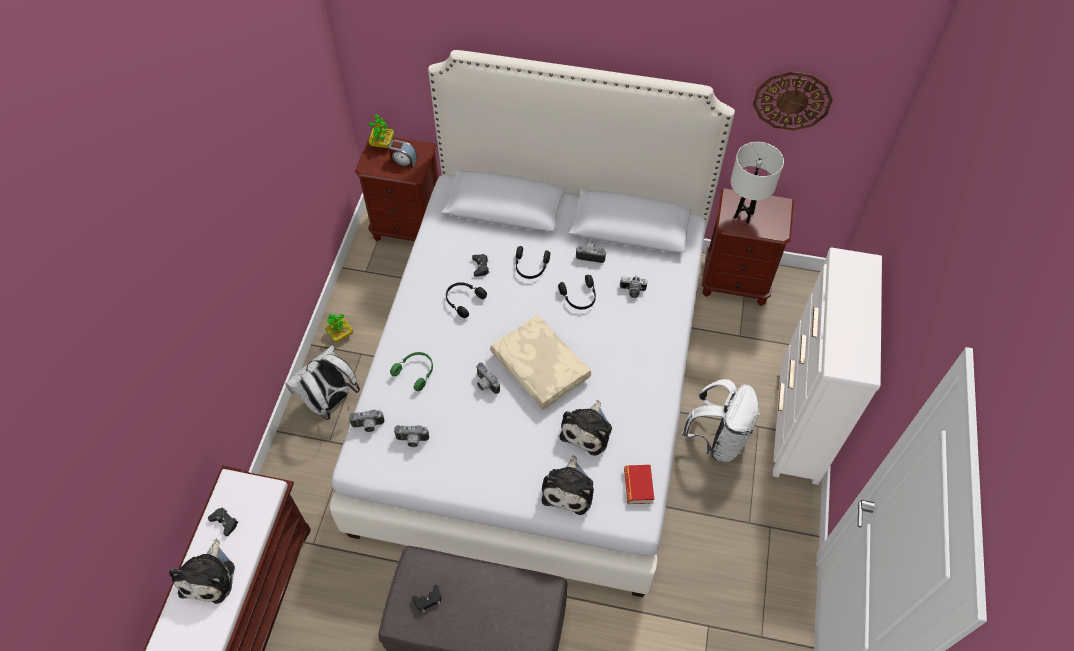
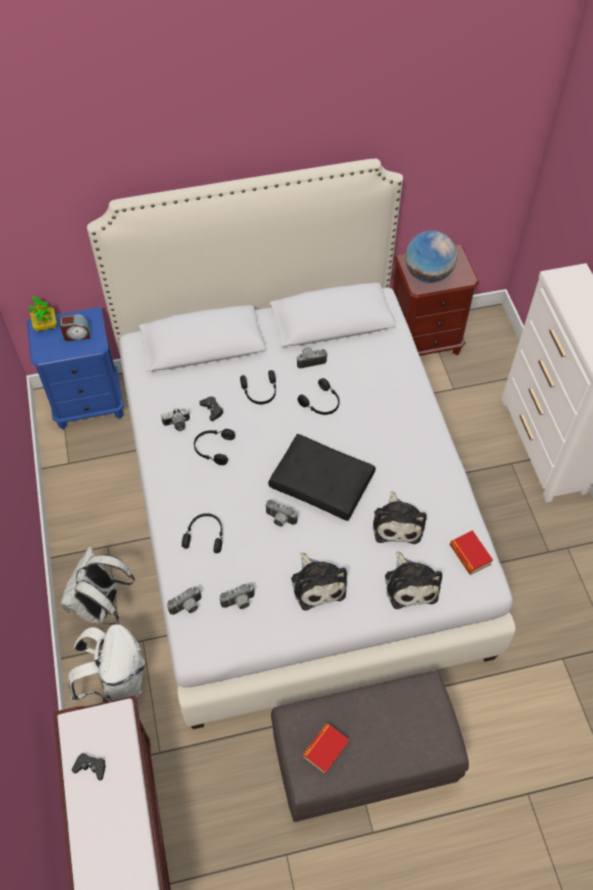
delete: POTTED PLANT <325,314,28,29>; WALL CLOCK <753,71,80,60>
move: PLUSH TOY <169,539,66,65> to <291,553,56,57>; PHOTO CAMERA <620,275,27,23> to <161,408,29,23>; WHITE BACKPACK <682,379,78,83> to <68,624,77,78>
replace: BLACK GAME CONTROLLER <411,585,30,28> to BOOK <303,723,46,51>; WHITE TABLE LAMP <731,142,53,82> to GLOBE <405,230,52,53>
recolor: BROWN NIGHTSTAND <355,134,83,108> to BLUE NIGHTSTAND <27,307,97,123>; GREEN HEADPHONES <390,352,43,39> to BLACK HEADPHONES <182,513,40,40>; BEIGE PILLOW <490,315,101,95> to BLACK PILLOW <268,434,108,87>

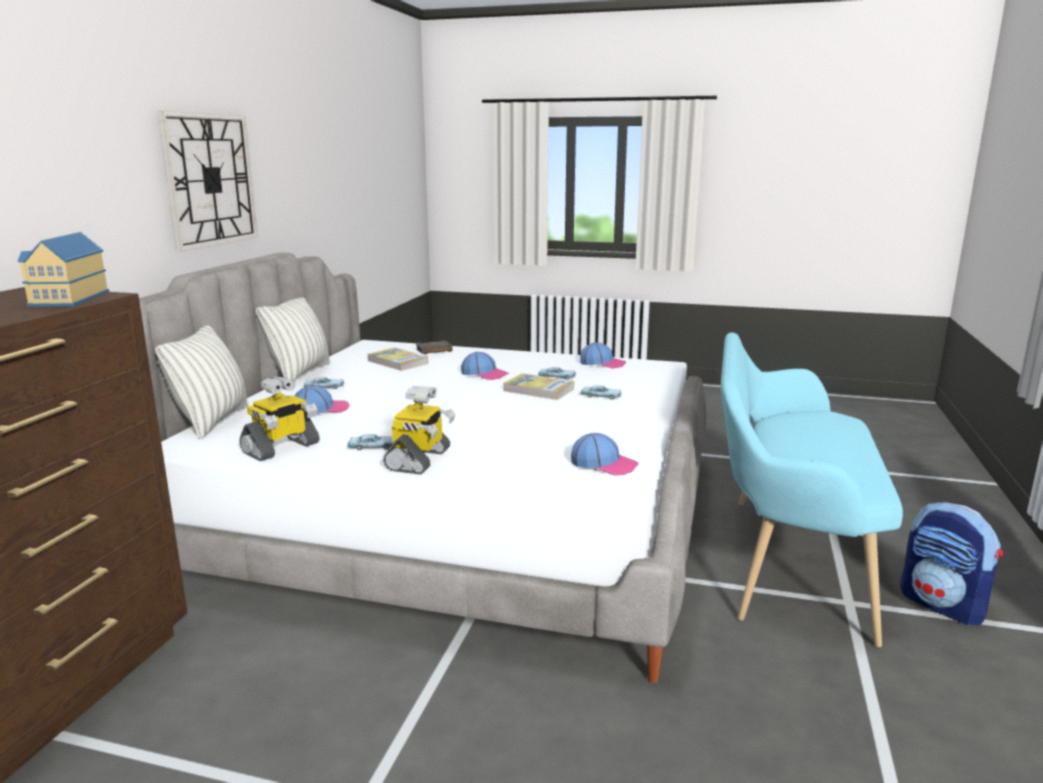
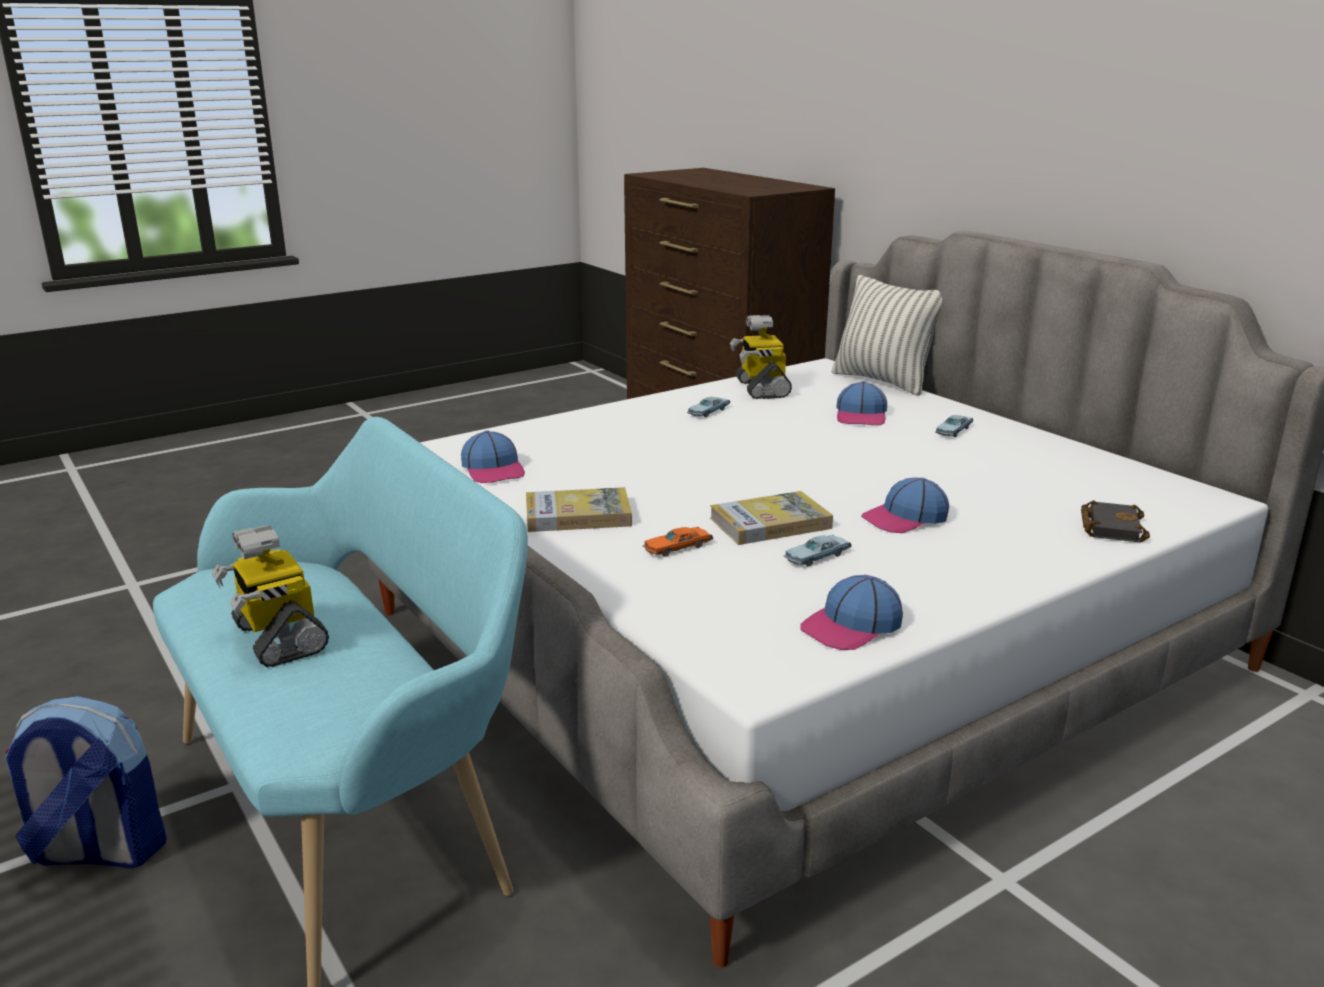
delete: TOY HOUSE <18,232,91,75>; WALL CLOCK <157,111,101,141>; PILLOW <256,297,75,84>
move: BOOK <368,348,60,23> to <526,487,106,45>; TOY ROBOT <383,386,72,88> to <212,525,117,142>
recolor: BLUE TOY CAR <580,385,42,15> to ORANGE TOY CAR <643,527,70,30>
rotate: CAP <571,433,68,42> = <461,431,64,52> 90 degrees counterclockwise

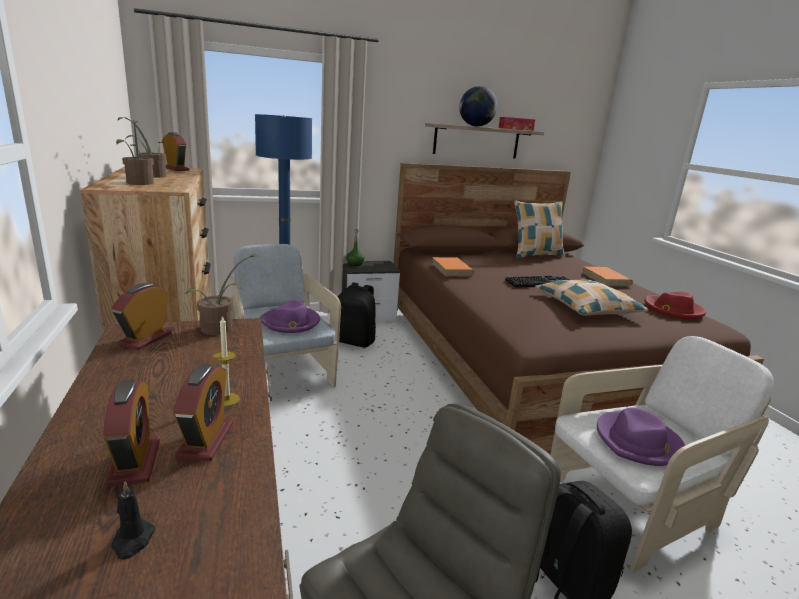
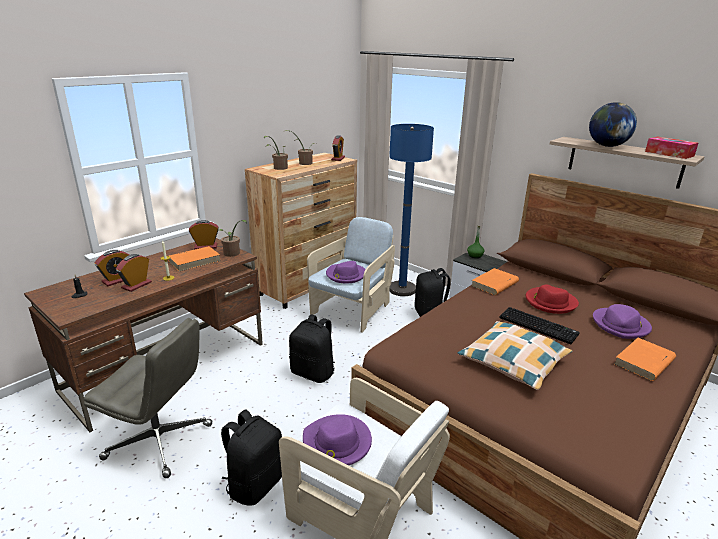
delete: PILLOW <514,201,51,58>
insert: ORANGE BOOK <168,246,53,25>; BLACK BACKPACK <289,314,46,69>; PURPLE HAT <593,304,59,35>
move: RED HAT <645,291,61,29> to <526,285,53,29>
rotate: ALARM CLOCK <173,364,60,97> = <116,254,36,38> 150 degrees clockwise

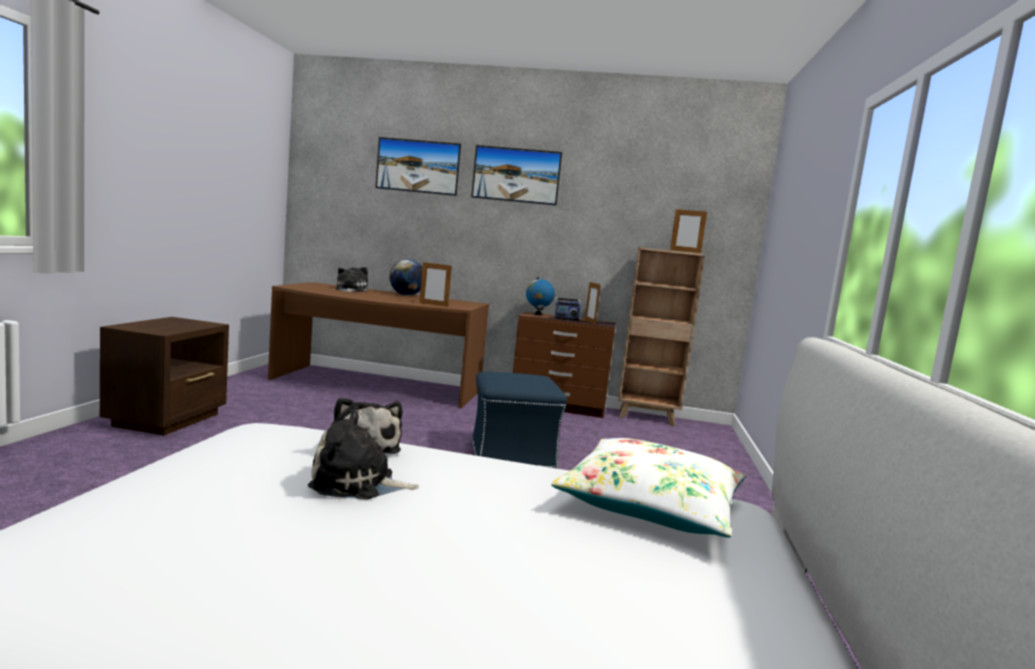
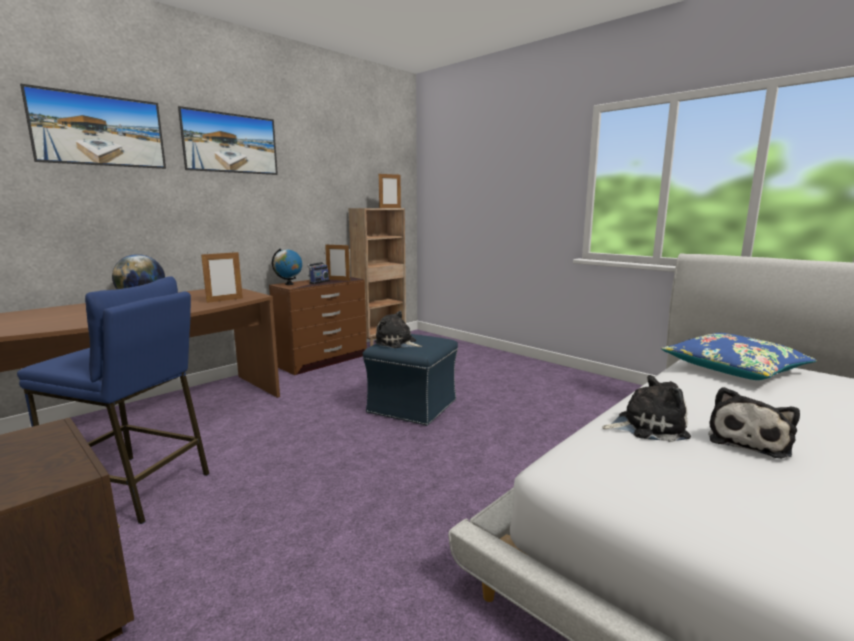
insert: BLUE STOOL <17,276,193,248>
move: PLUSH TOY <336,267,32,25> to <374,311,48,37>
recolor: WHITE PILLOW <551,438,194,99> to BLUE PILLOW <661,333,156,47>

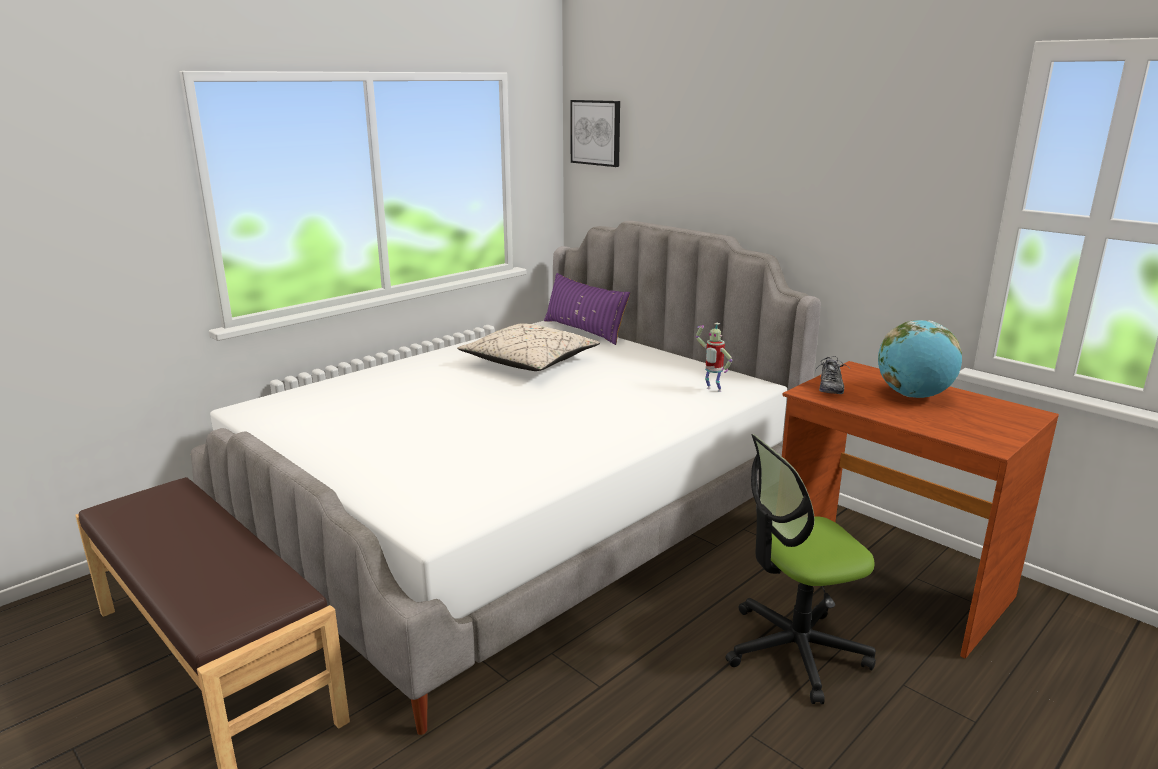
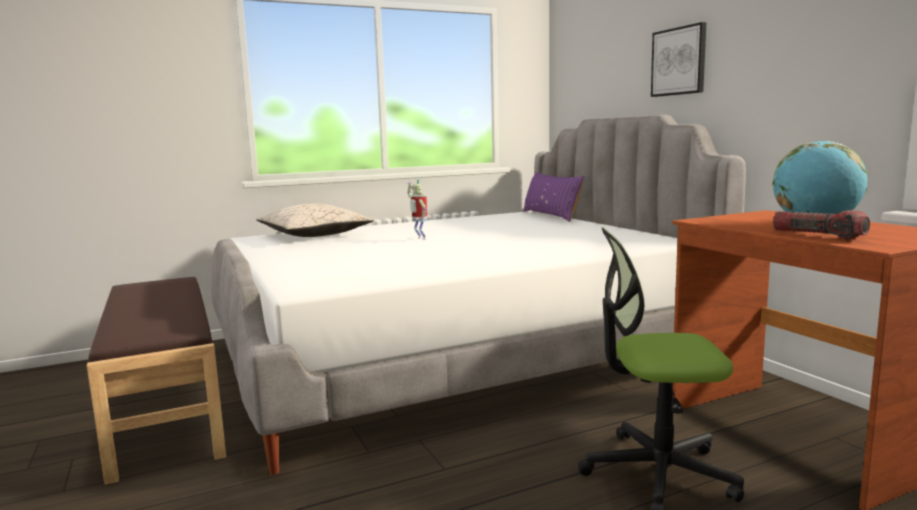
delete: SHOE <815,356,33,38>
insert: FLASHLIGHT <773,210,97,29>
move: BEIGE PILLOW <457,323,143,48> to <256,203,118,34>; PICTURE <570,100,50,67> to <651,22,55,75>; TOY ROBOT <696,323,36,69> to <407,179,20,61>

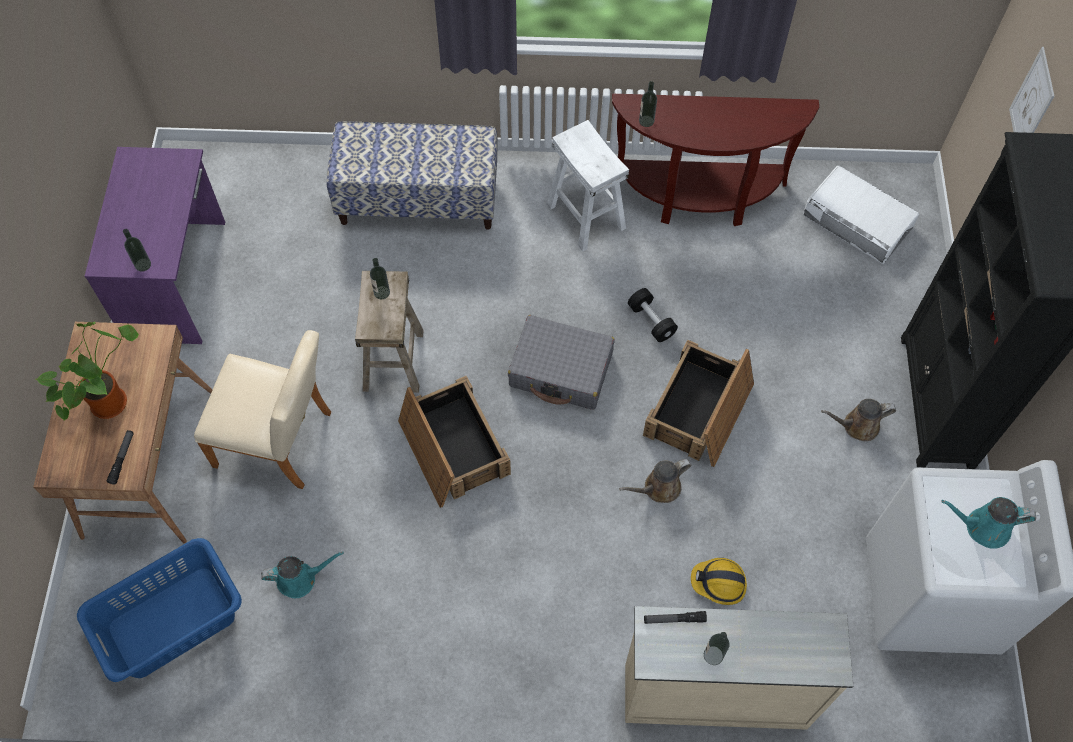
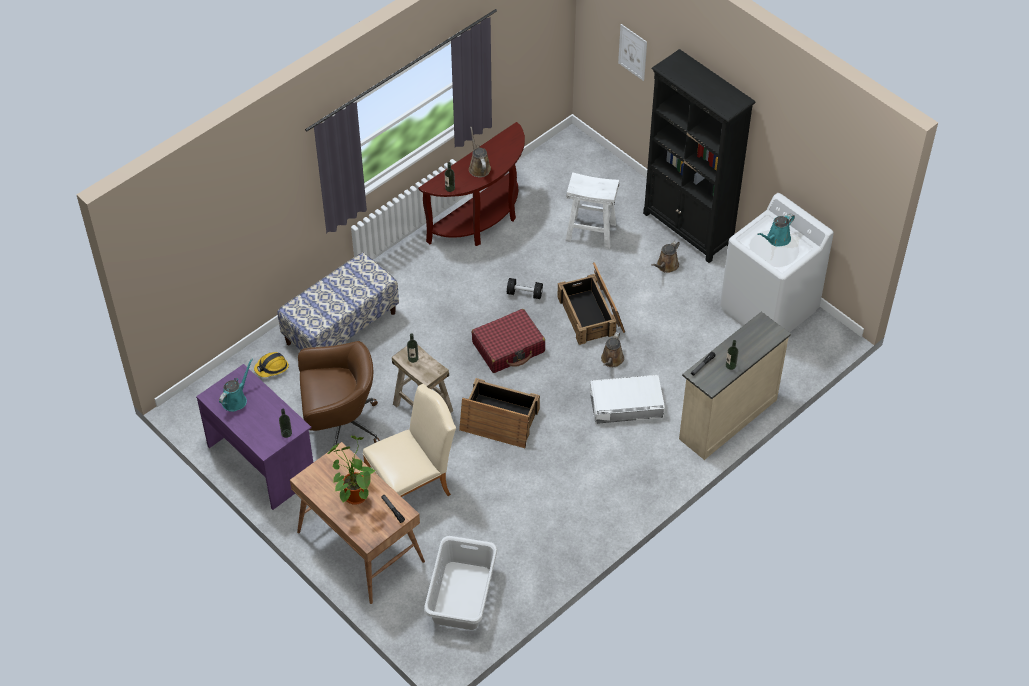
insert: BROWN OFFICE CHAIR <298,341,82,105>; BROWN WATERING CAN <469,127,22,50>
move: TURQUOISE WATERING CAN <261,552,83,46> to <219,358,34,54>; WHITE STOOL <547,120,82,132> to <566,172,53,77>; HARD HAT <691,558,56,47> to <254,352,35,25>; WHITE STORAGE BOX <803,166,116,98> to <590,375,75,49>
recolor: BLUE LAUNDRY BASKET <77,538,165,144> to GREY LAUNDRY BASKET <424,536,73,94>; GREY SUITCASE <508,315,107,95> to RED SUITCASE <472,309,73,64>

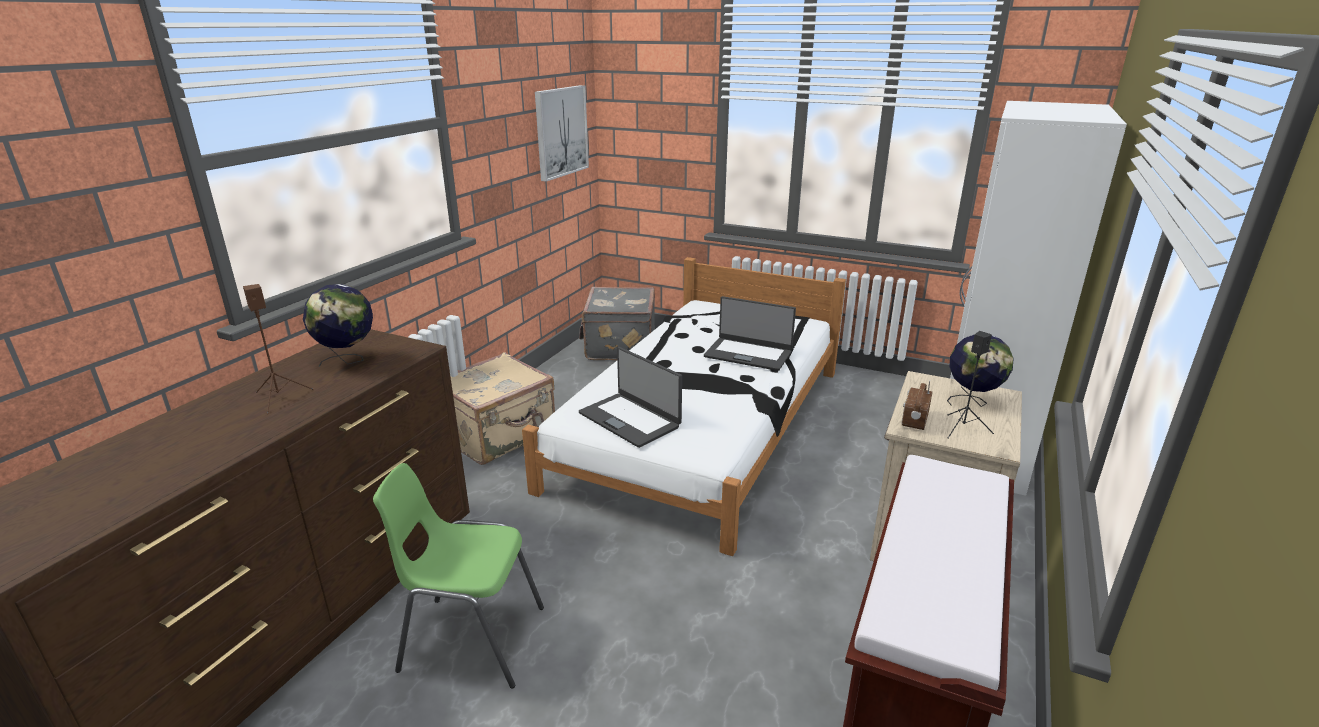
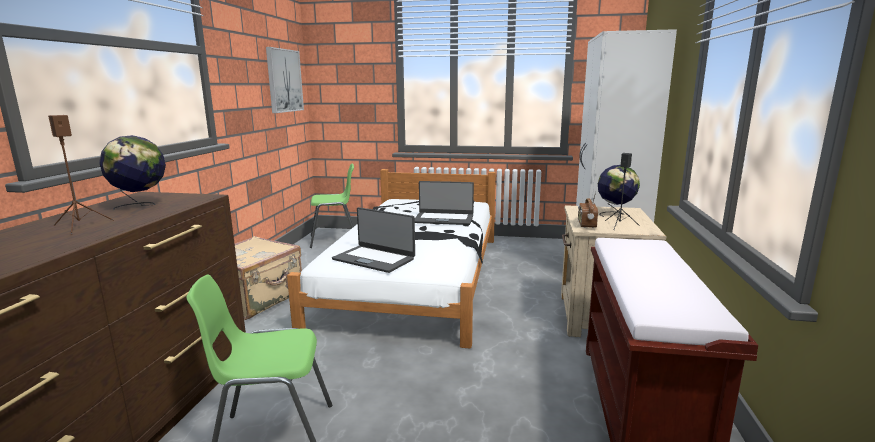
replace: GREY SUITCASE <579,287,76,73> to GREEN CHAIR <310,164,44,84>

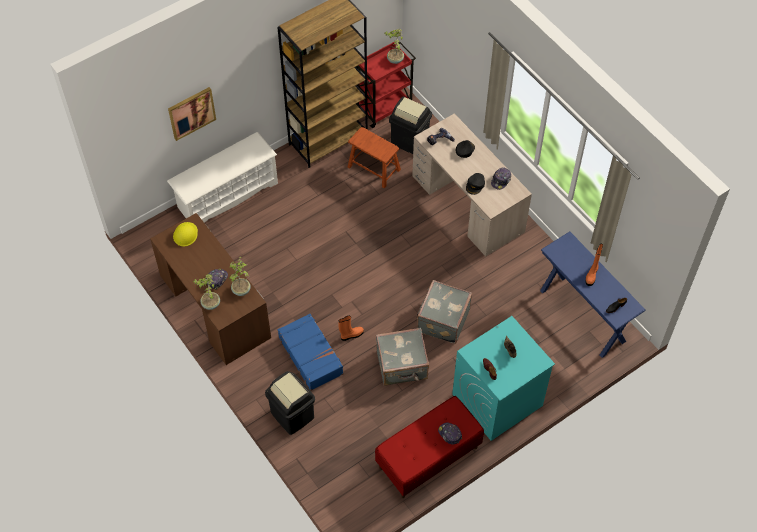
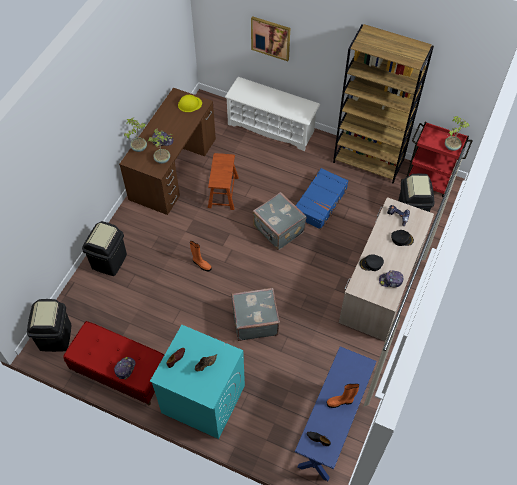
insert: BLACK TRASH CAN <27,299,45,53>
move: BLUE SUITCASE <277,314,66,77> to <296,168,53,62>; BROWN STOOL <348,127,53,61> to <208,153,31,57>; GREY SUITCASE <376,328,53,58> to <253,192,53,58>

